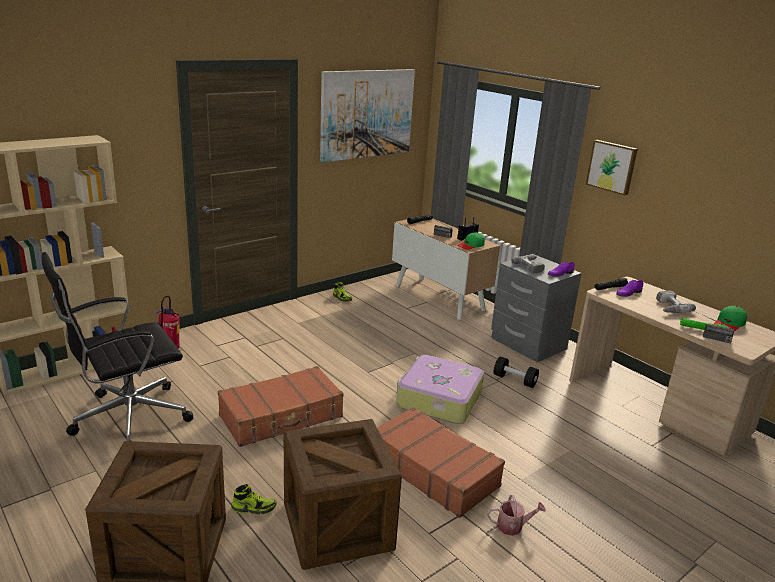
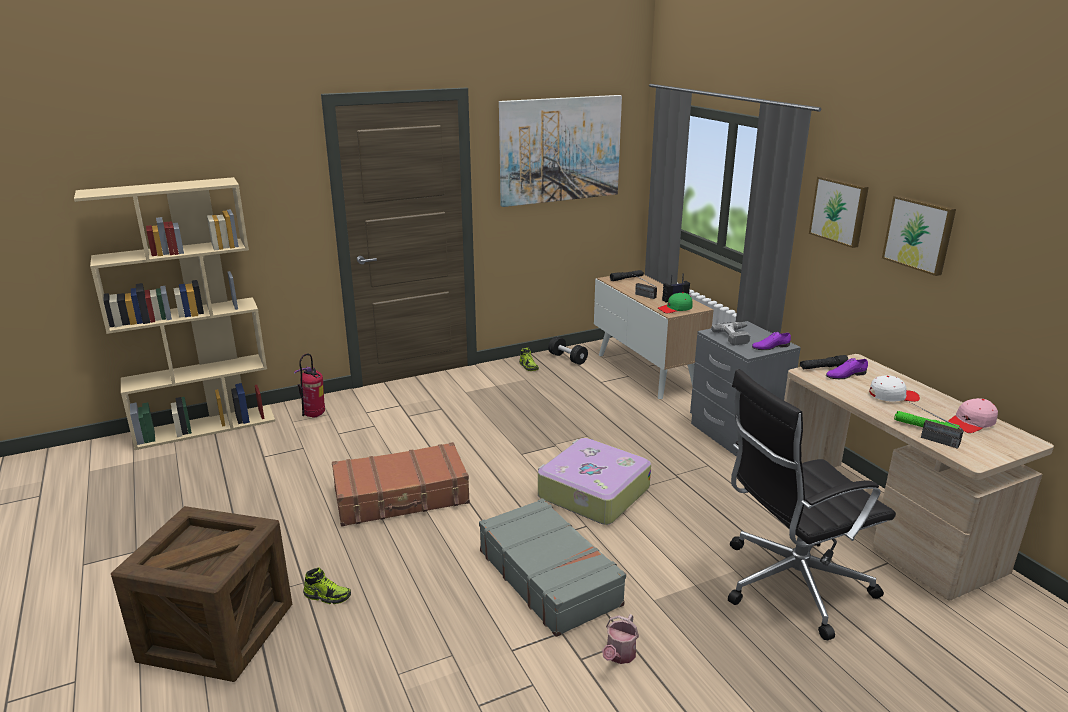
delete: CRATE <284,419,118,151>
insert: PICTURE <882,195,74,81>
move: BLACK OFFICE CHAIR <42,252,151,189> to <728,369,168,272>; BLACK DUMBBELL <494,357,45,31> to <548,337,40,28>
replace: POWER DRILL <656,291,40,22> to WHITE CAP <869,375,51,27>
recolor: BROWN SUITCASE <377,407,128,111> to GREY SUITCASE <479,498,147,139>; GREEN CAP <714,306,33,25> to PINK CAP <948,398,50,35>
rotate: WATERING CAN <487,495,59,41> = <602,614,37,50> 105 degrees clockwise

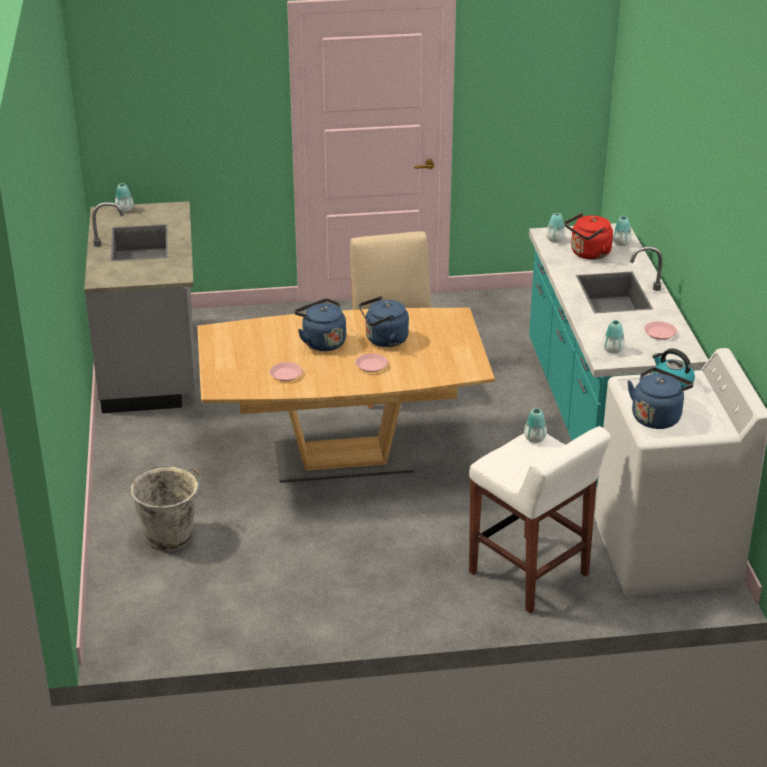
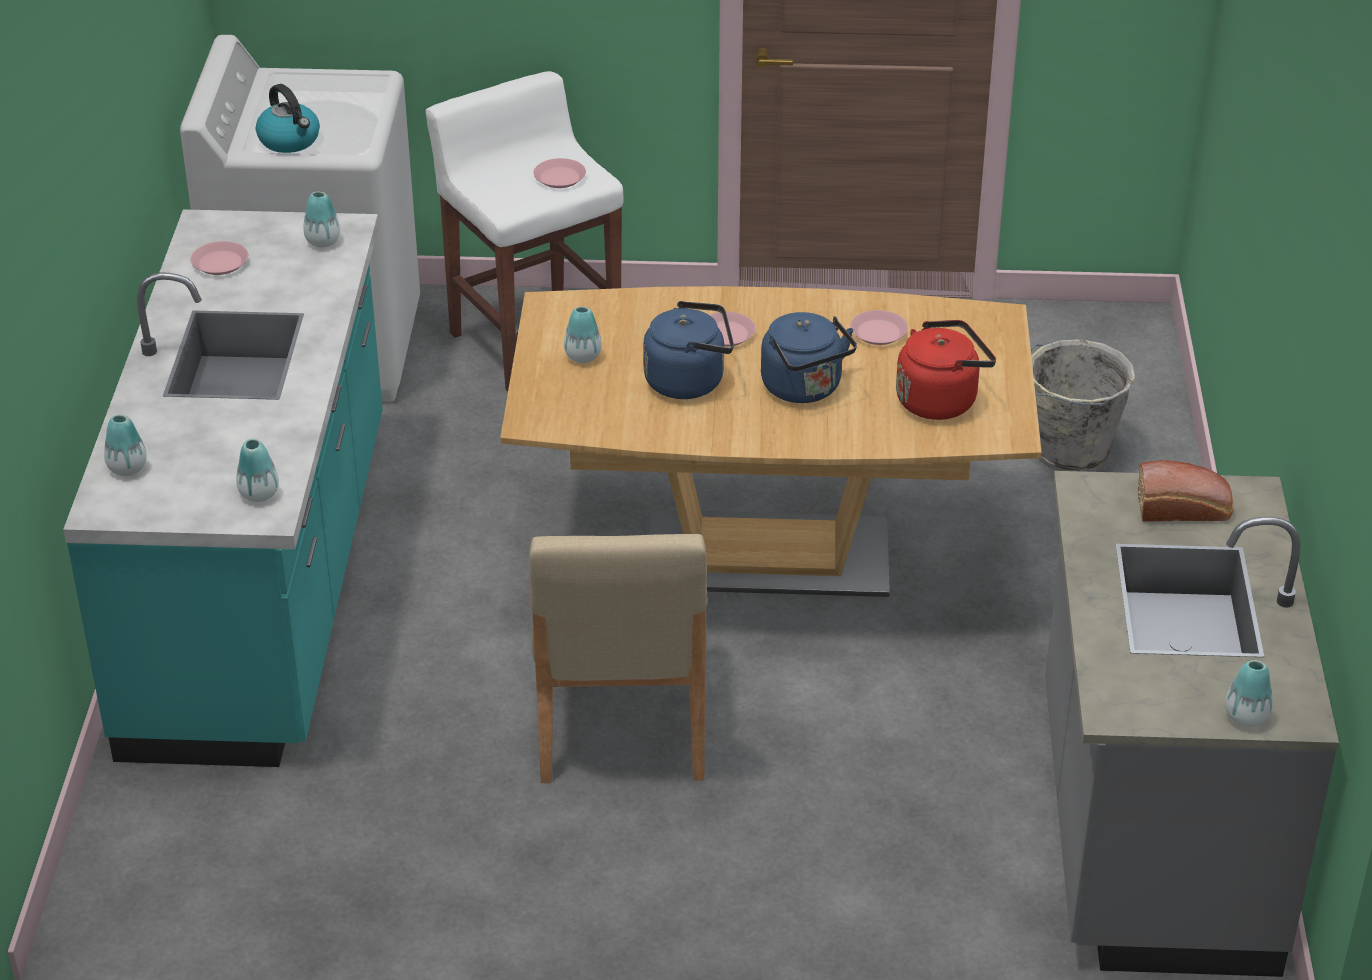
delete: BLUE KETTLE <627,367,66,62>
insert: PINK PLATE <533,158,53,30>; BREAD <1138,460,95,62>
move: VASE <524,408,23,35> to <564,306,38,57>; RED KETTLE <565,213,48,47> to <896,320,100,100>

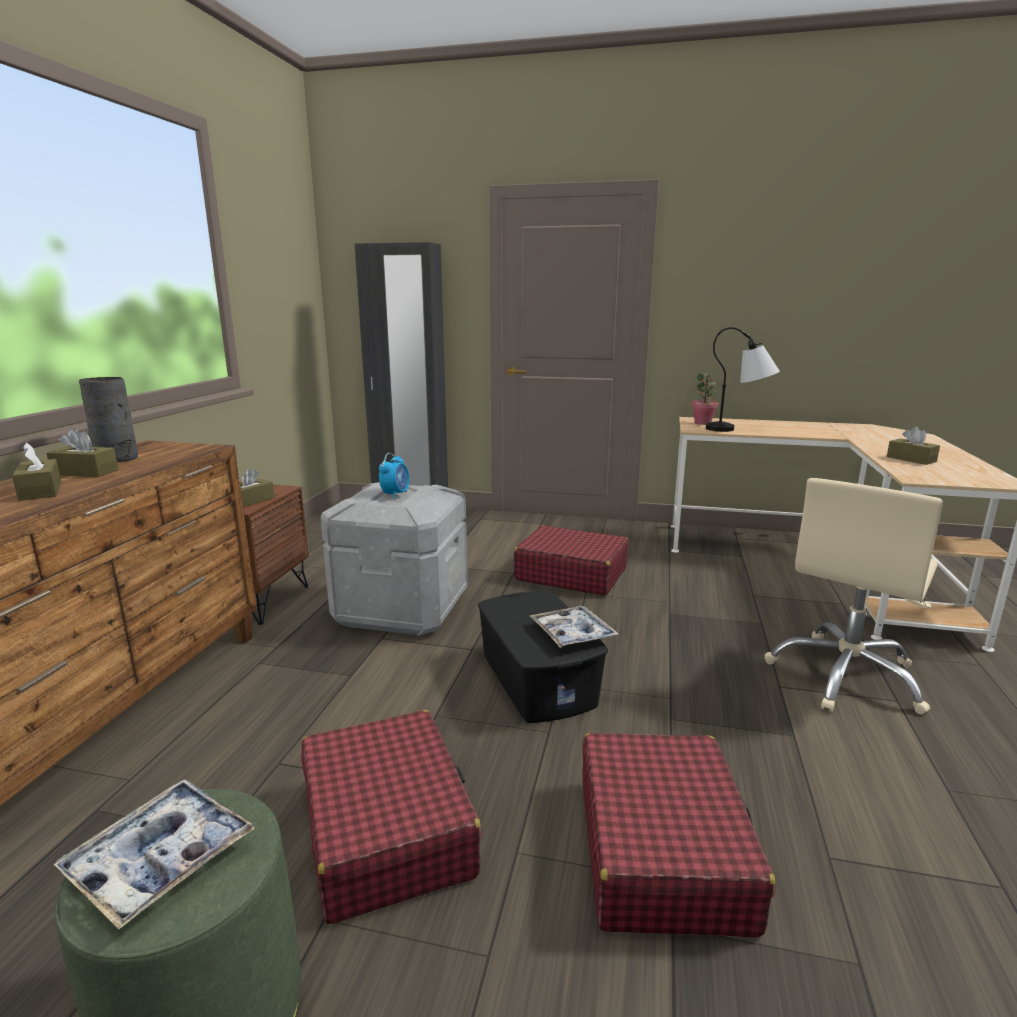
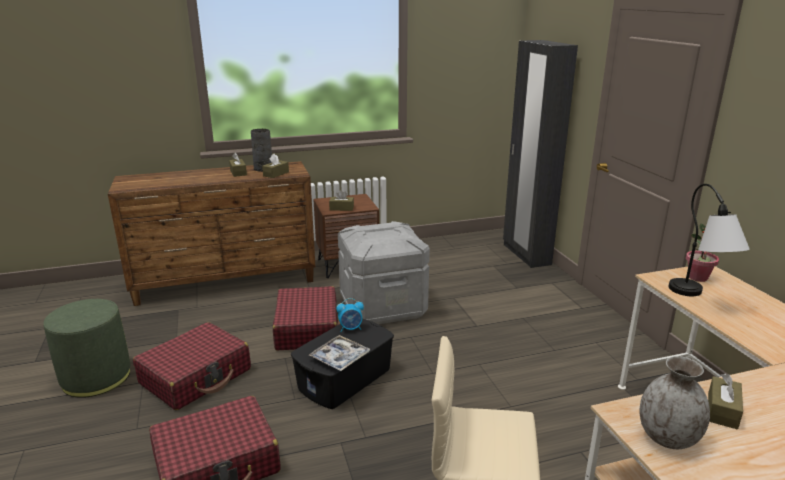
delete: TRAY <53,779,202,150>
insert: GREY VASE <639,356,71,93>
move: BROWN TISSUE BOX <12,443,50,58> to <262,154,27,24>; ALARM CLOCK <379,453,30,46> to <336,298,28,34>; RED SUITCASE <514,525,115,70> to <273,286,67,64>

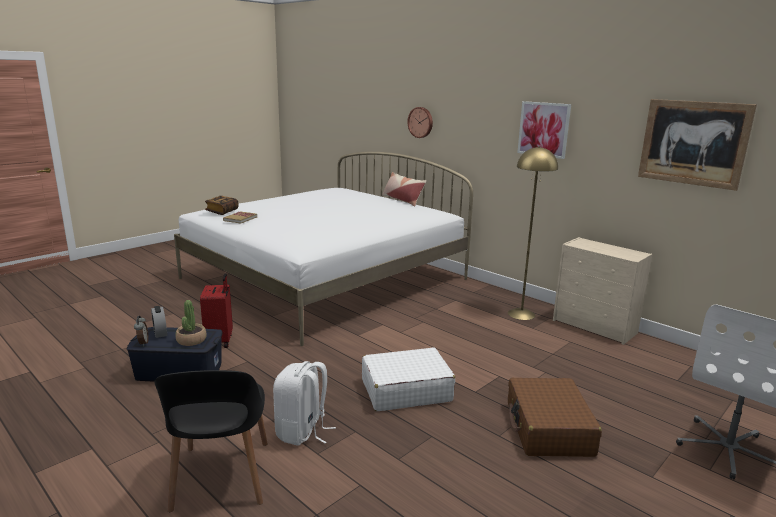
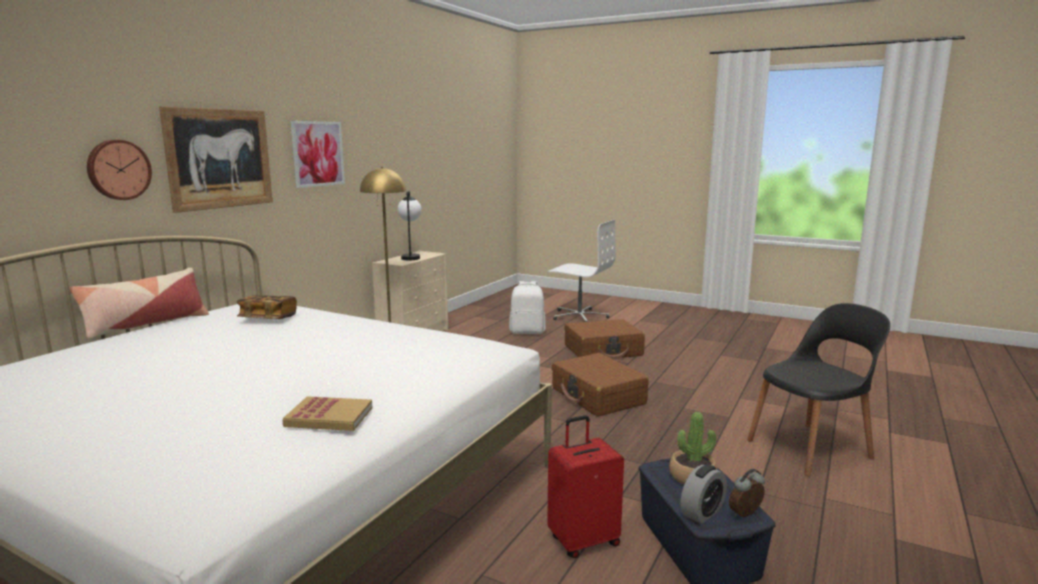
insert: TABLE LAMP <398,191,23,69>
move: BOOK <205,196,33,19> to <236,295,61,24>; WHITE BACKPACK <273,361,63,85> to <509,281,37,53>; PICTURE <638,99,119,92> to <159,106,114,107>
recolor: WHITE SUITCASE <362,347,93,64> to BROWN SUITCASE <552,353,97,64>

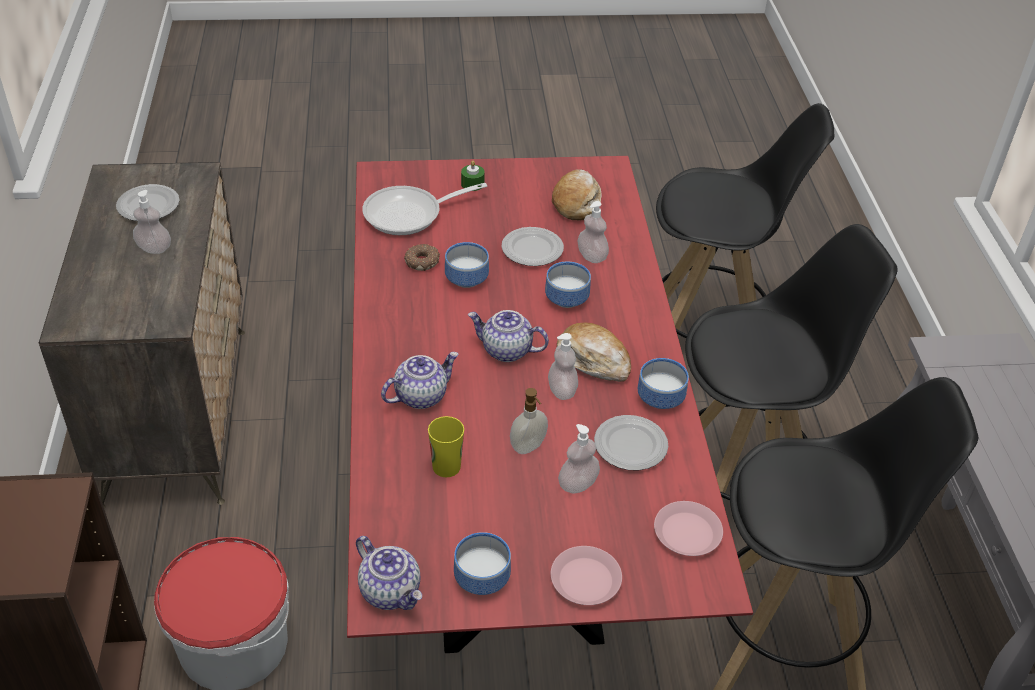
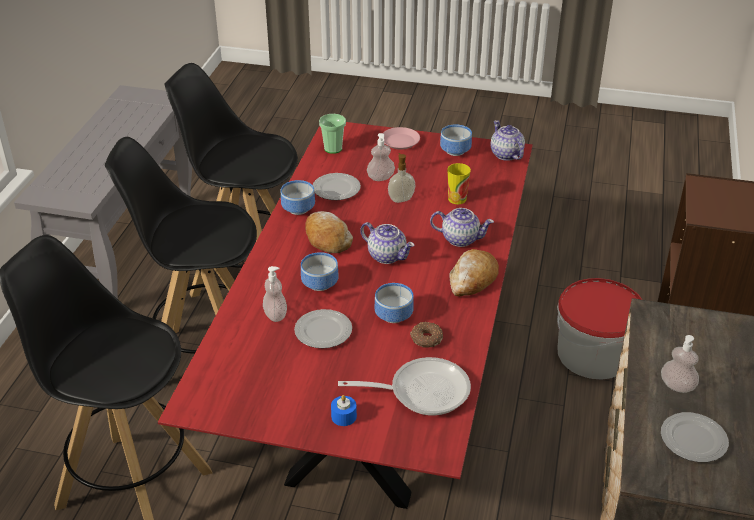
delete: SOAP DISPENSER <548,333,30,67>
move: BREAD <552,169,50,51> to <449,249,50,48>
replace: PINK PLATE <654,501,69,55> to CUP <319,114,27,40>
recolor: GREEN CANDLE <461,161,24,30> to BLUE CANDLE <331,395,26,31>
rotate: TEAPOT <381,352,78,57> = <430,208,64,39> 150 degrees counterclockwise

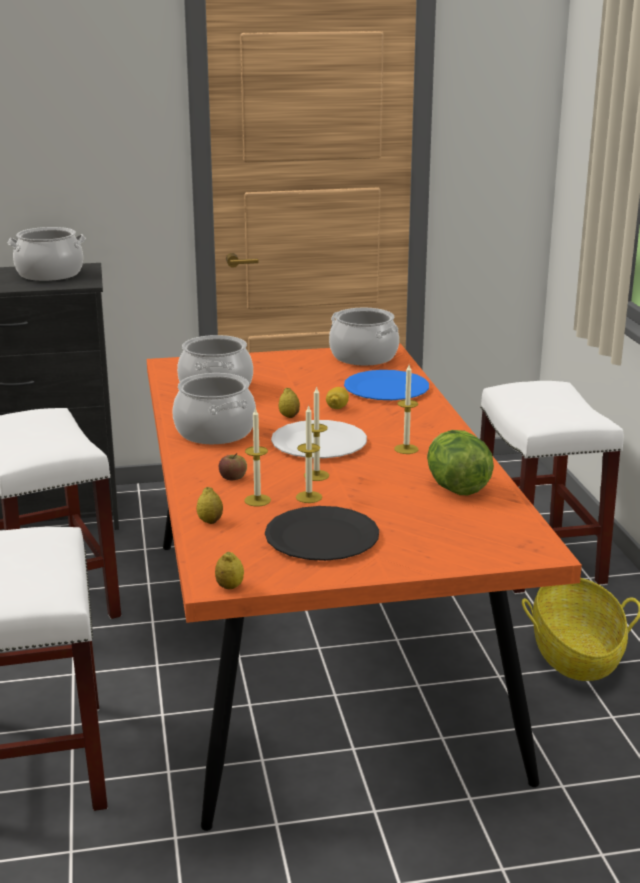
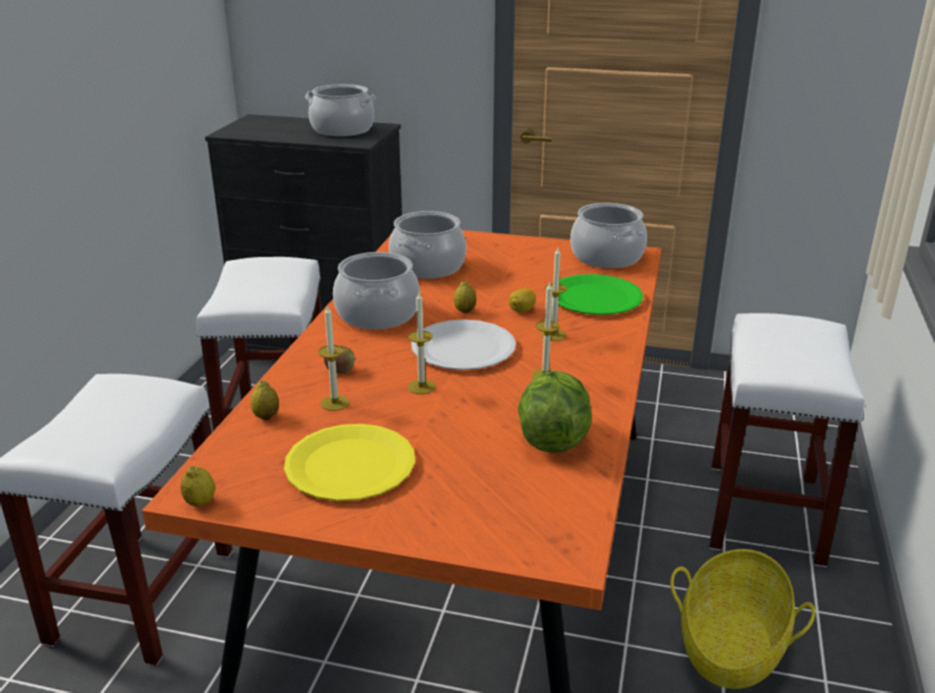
move: CANDLE <296,404,26,99> to <541,248,26,93>
recolor: BLACK PLATE <265,506,114,55> to YELLOW PLATE <284,424,131,77>; BLUE PLATE <344,370,85,30> to GREEN PLATE <558,274,85,41>

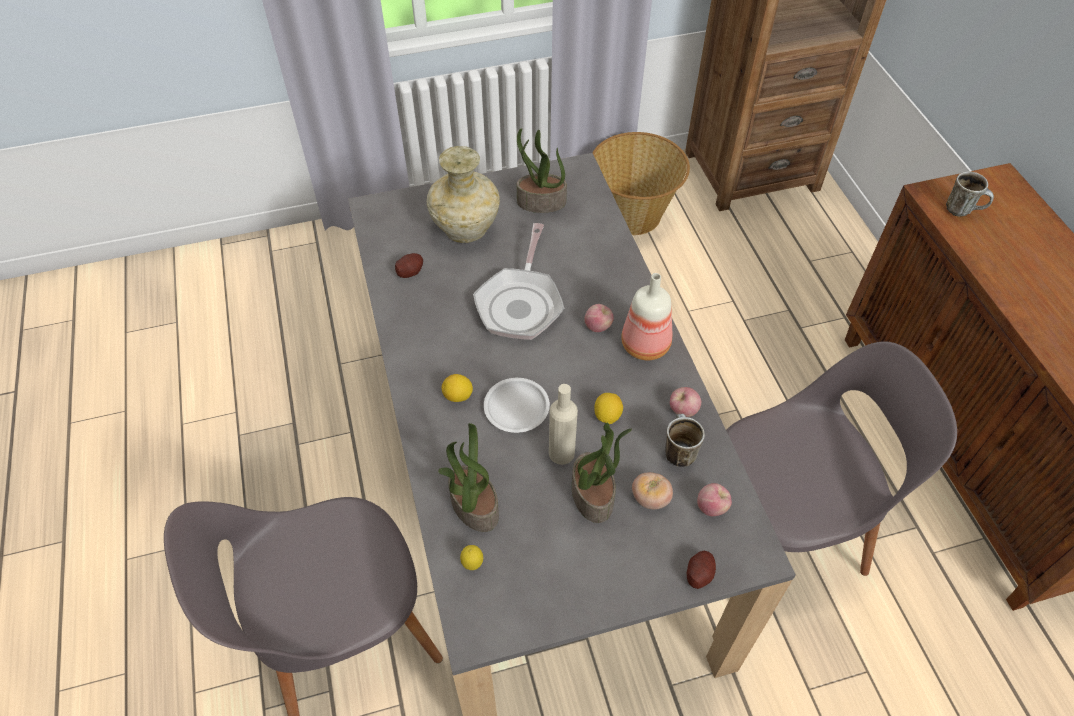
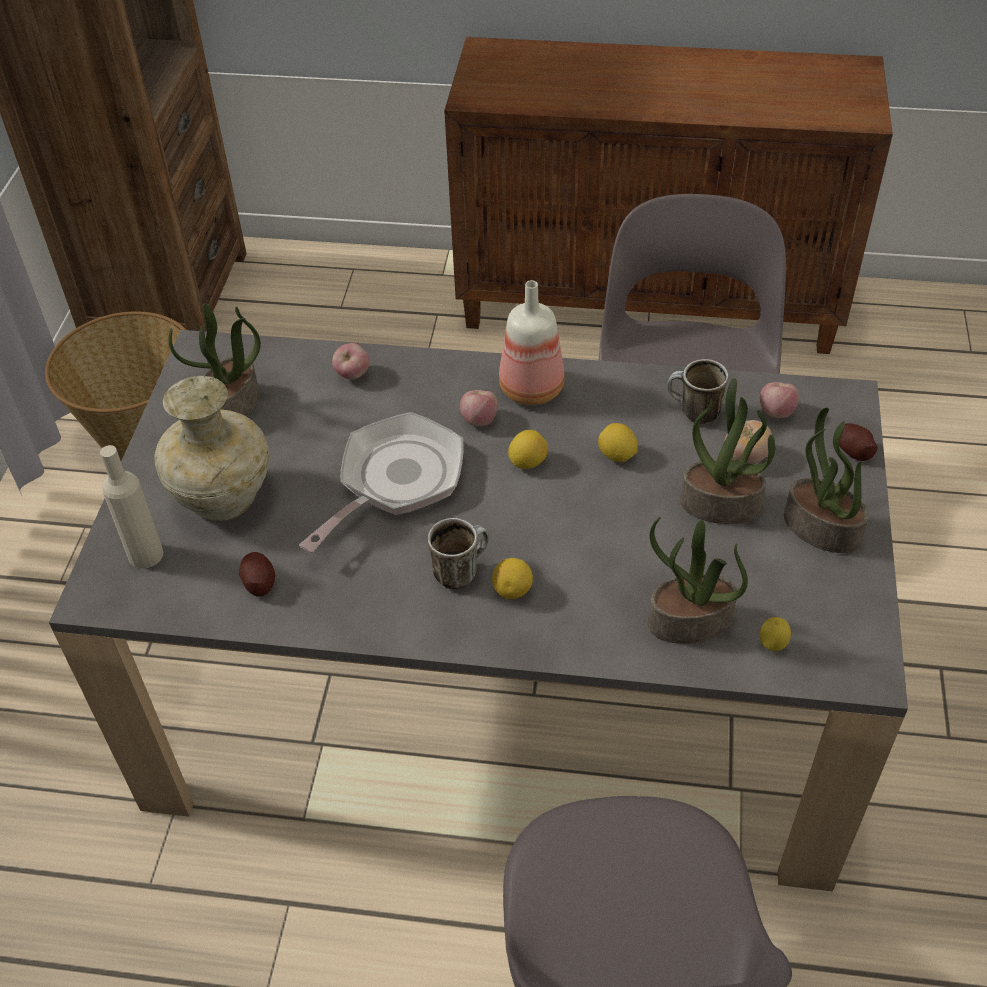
delete: WHITE PLATE <484,378,66,55>
insert: LEMON <508,430,40,39>; POTTED PLANT <784,408,85,145>
move: BEIGE BOTTLE <549,384,29,81> to <100,445,63,124>; APPLE <670,387,31,30> to <332,343,37,37>; MUG <946,171,48,46> to <428,518,61,71>
rotate: FRYING PAN <473,223,91,117> = <299,412,165,141> 90 degrees counterclockwise

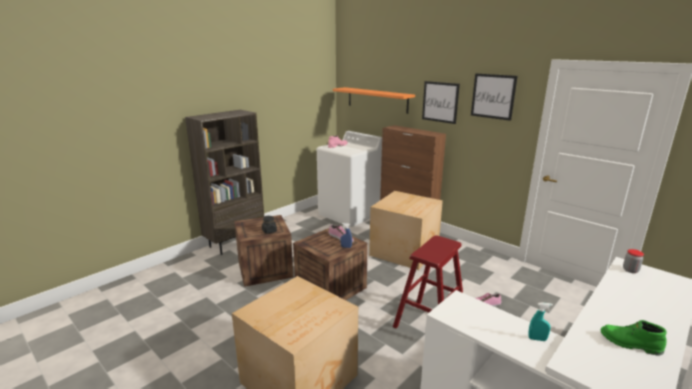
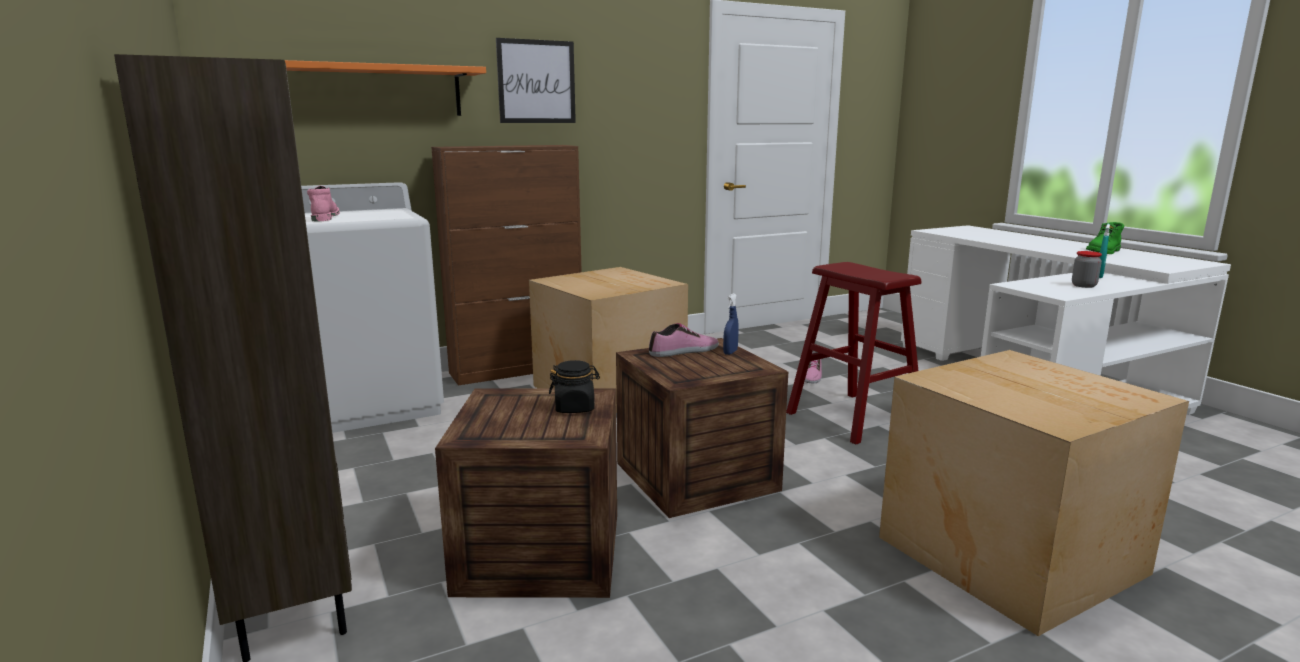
delete: PICTURE <471,73,47,48>
move: JAR <623,249,21,24> to <1072,251,30,37>

